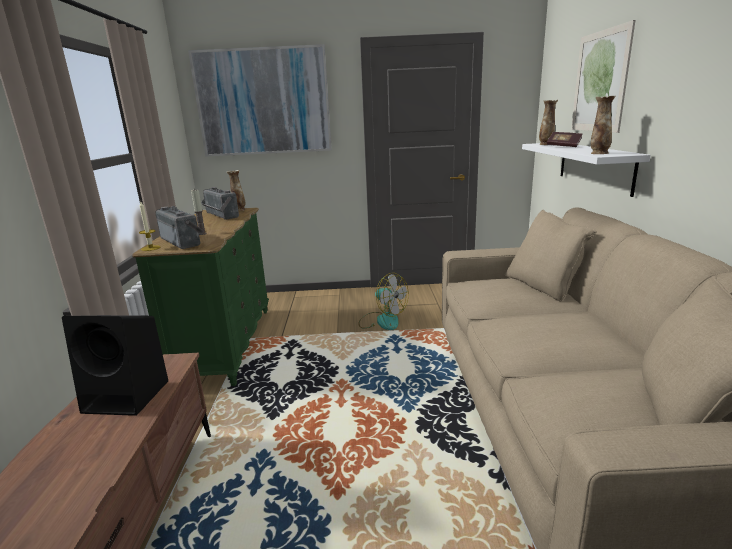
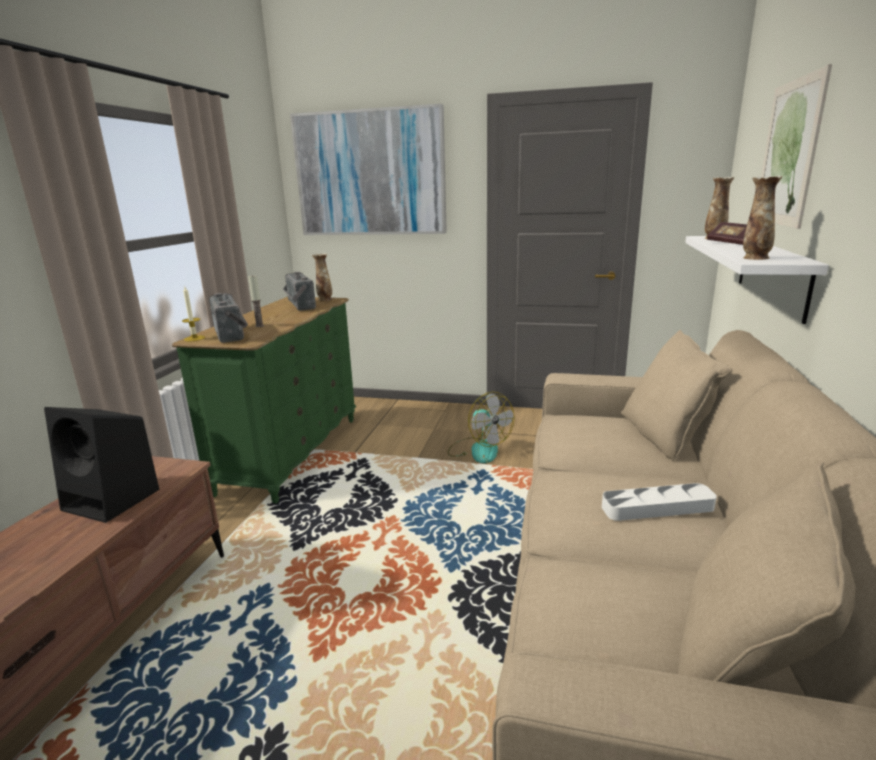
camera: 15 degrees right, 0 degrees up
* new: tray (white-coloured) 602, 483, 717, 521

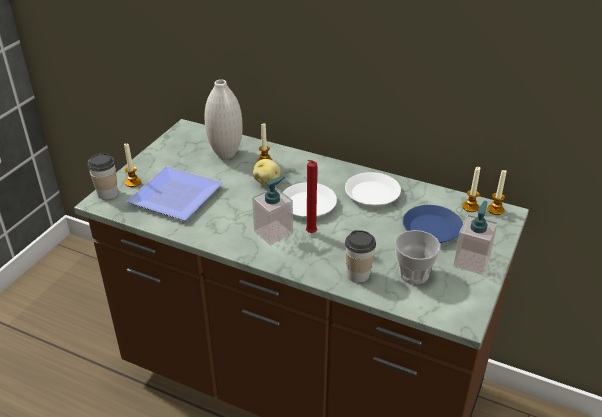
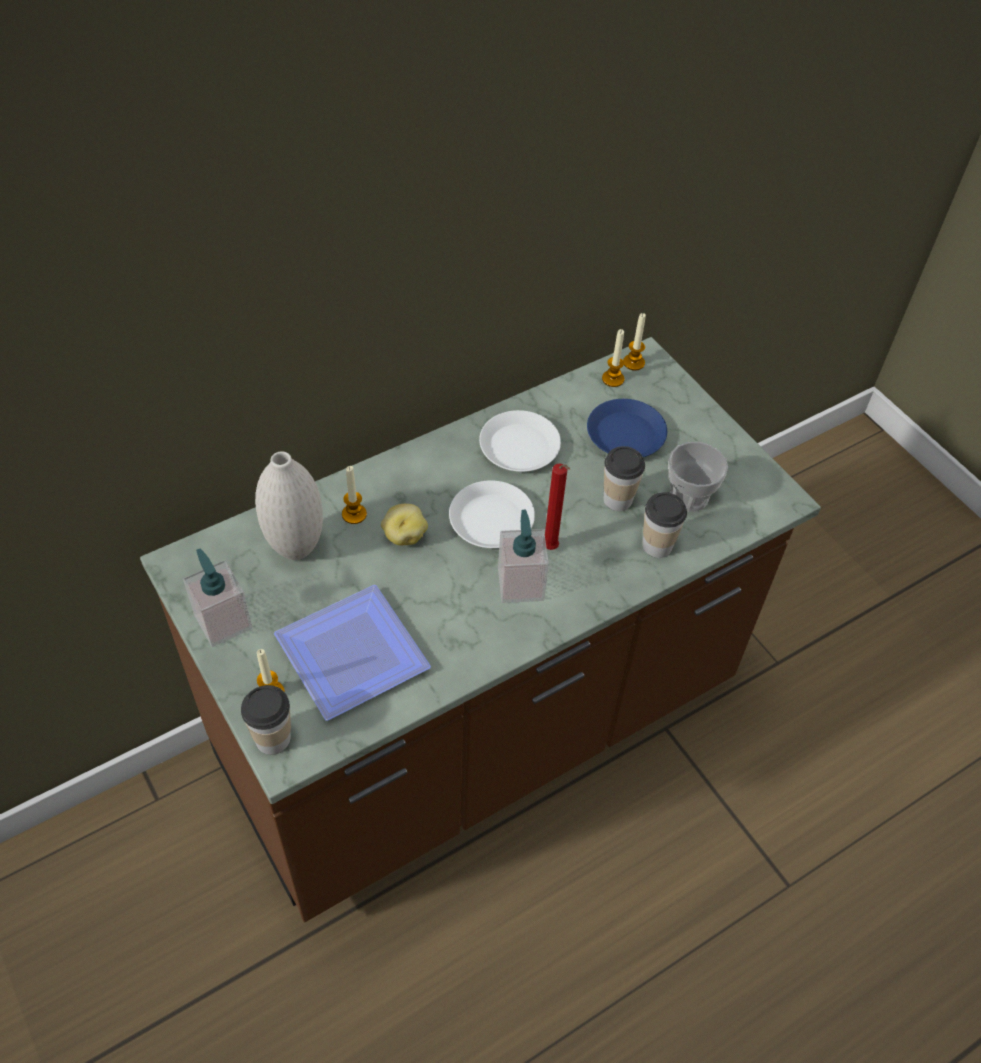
camera: 60 degrees left, 15 degrees up
* shifted: soap bottle 453, 201, 498, 275 to 183, 549, 252, 647
* new: cup 603, 446, 645, 511

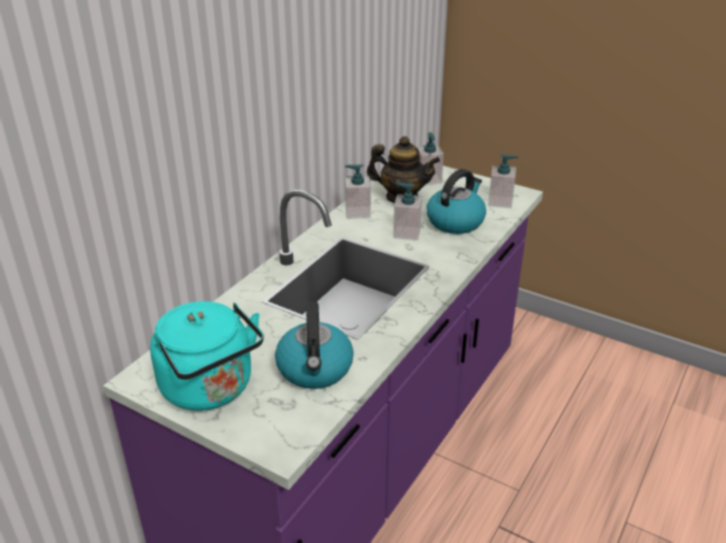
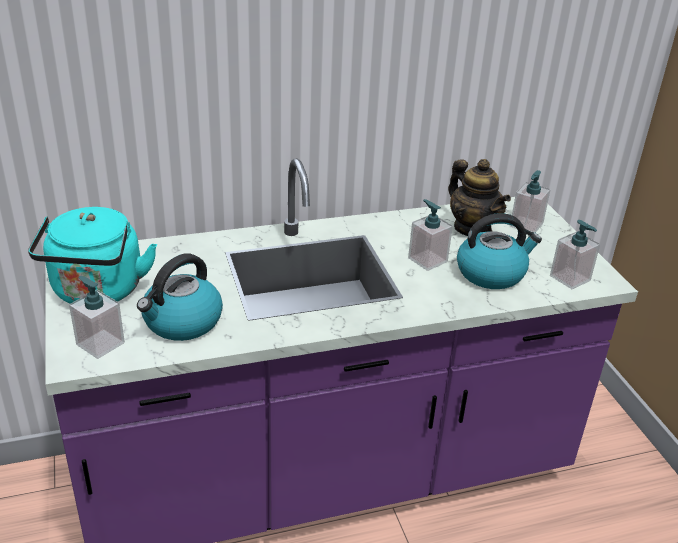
camera: 40 degrees right, 0 degrees up
* shifted: soap bottle 345, 164, 371, 219 to 69, 276, 125, 359

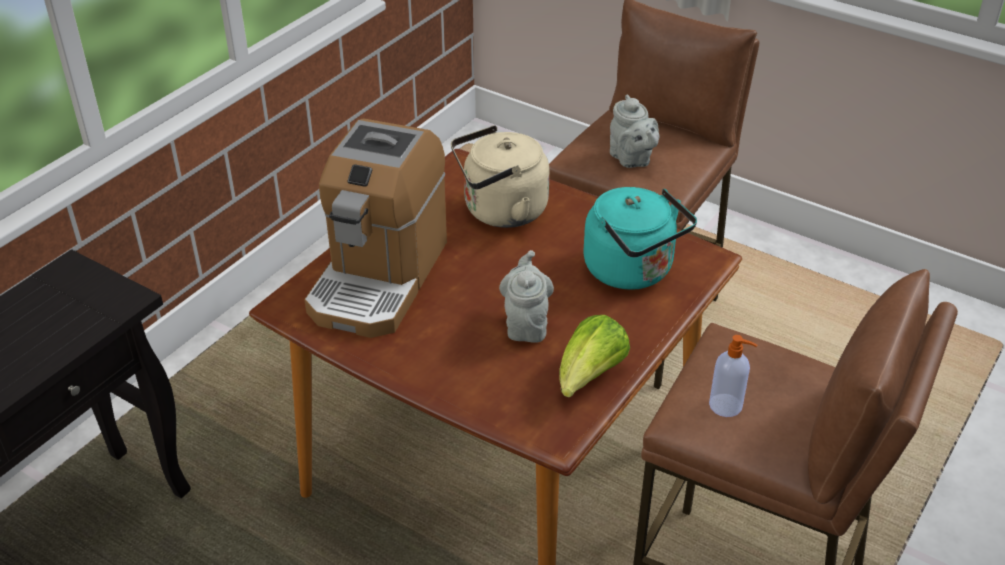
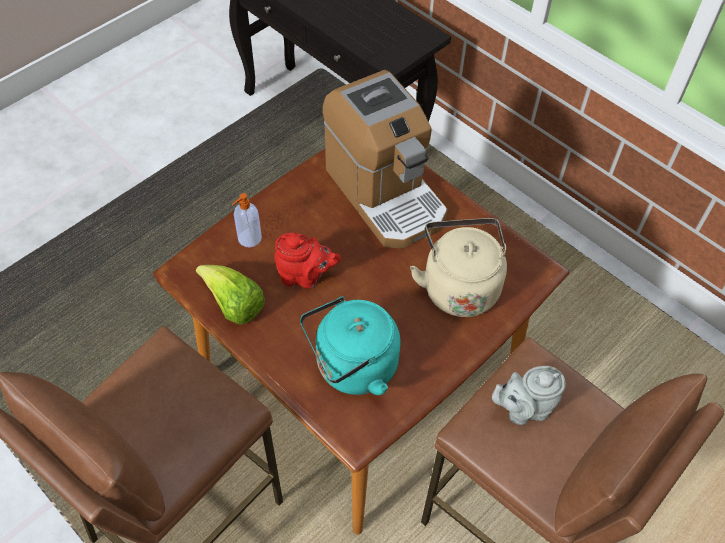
camera: 100 degrees right, 15 degrees up
* rotated: coffee brewer 304, 119, 447, 338 = 323, 70, 448, 249 150 degrees counterclockwise
* repainted: pot for tea (greyish) 499, 250, 554, 343 to pot for tea (reddish) 275, 233, 341, 288
* shifted: soap bottle 709, 335, 757, 417 to 232, 193, 262, 248

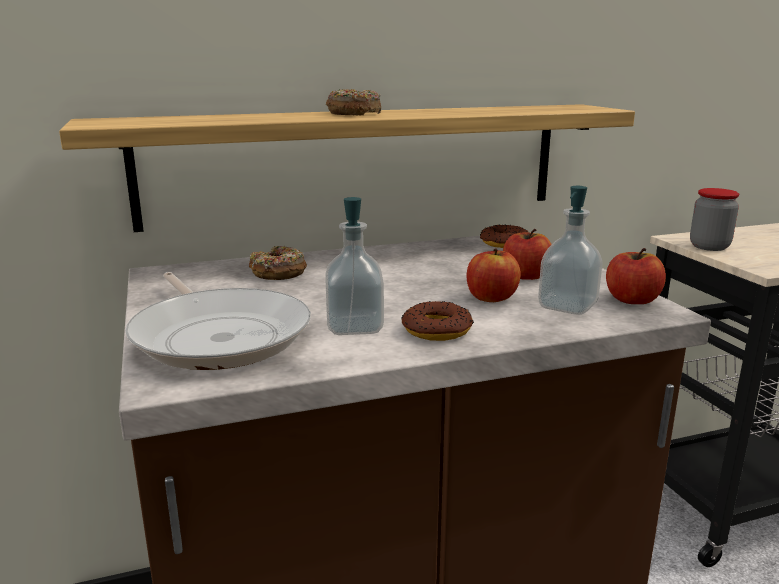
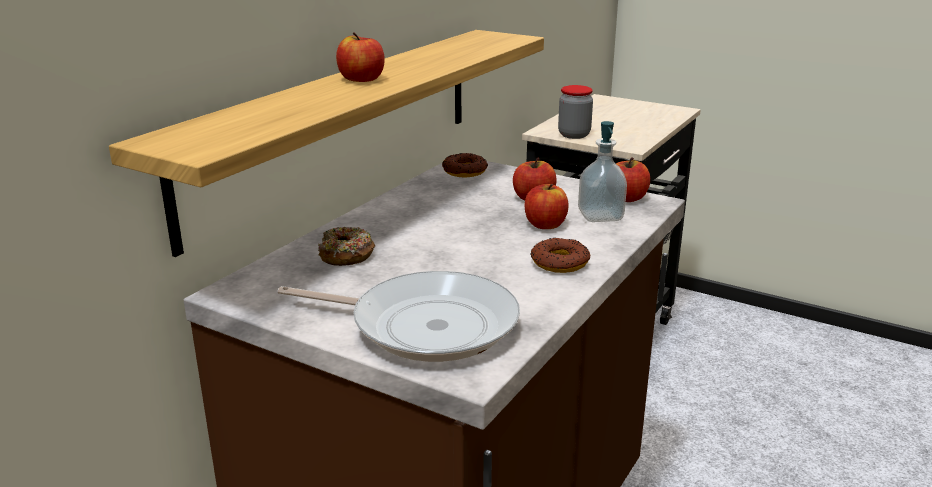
camera: 40 degrees left, 5 degrees up
* gone: soap bottle 325, 197, 384, 335
* swapped: ring doughnut 326, 89, 381, 116 to apple 336, 32, 385, 82

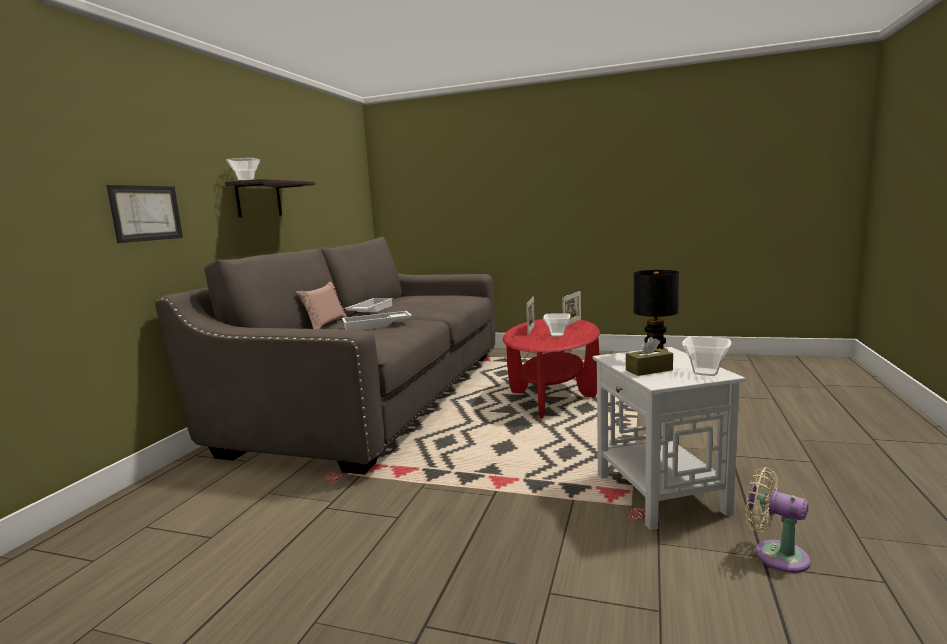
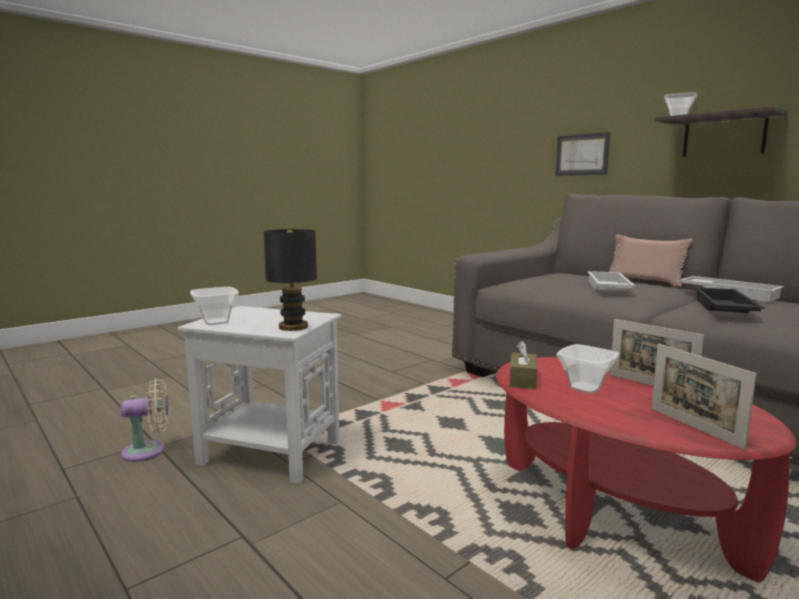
camera: 120 degrees right, 0 degrees up
* shifted: tissue box (brown-coloured) 626, 337, 673, 376 to 509, 341, 537, 389
* new: tray (black) 695, 287, 764, 313

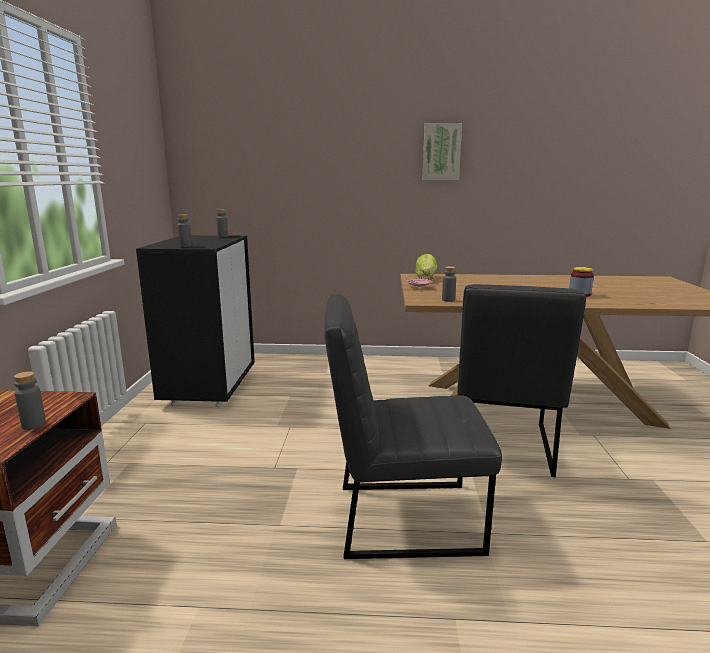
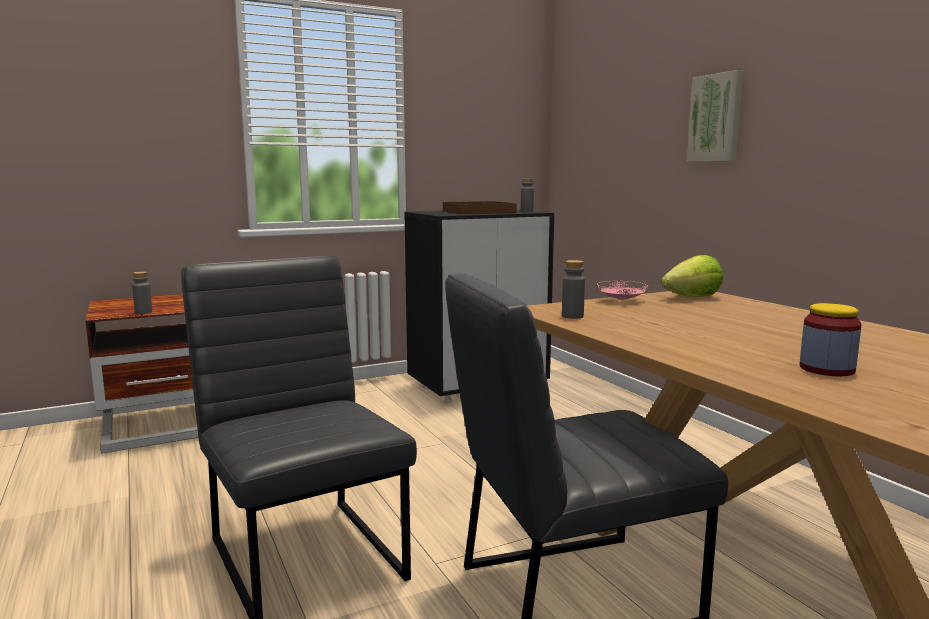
camera: 60 degrees right, 5 degrees down
* gone: drink bottle (greyish) 177, 215, 192, 247
* shifted: wall art 422, 123, 462, 180 to 687, 70, 743, 162
* new: tray (brown-coloured) 443, 201, 517, 214

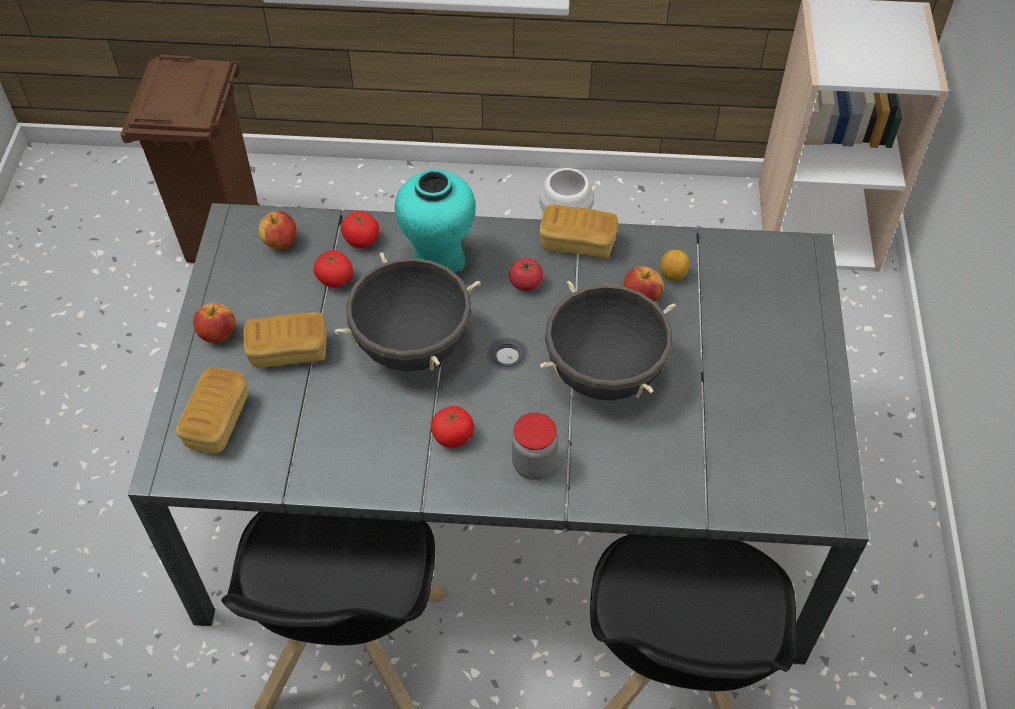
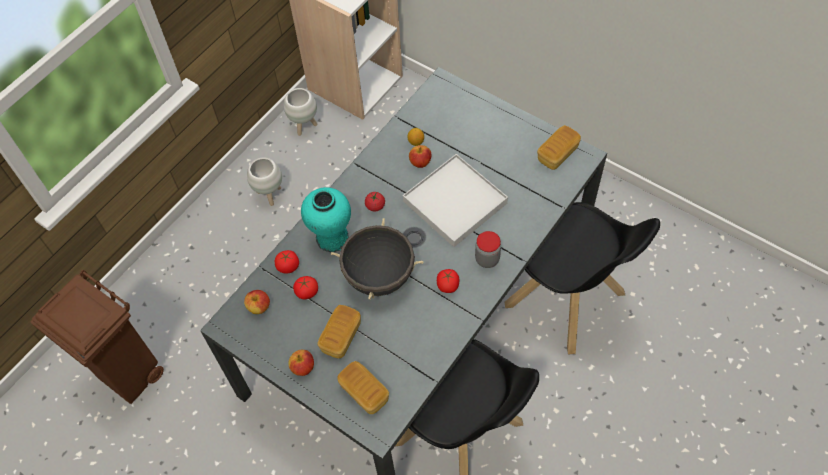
camera: 55 degrees left, 5 degrees up
* shifted: bread 540, 204, 618, 258 to 537, 125, 581, 170
* swapped: stockpot (black) 540, 281, 676, 401 to tray (white-coloured) 403, 154, 508, 247
* new: planter (white-coloured) 284, 88, 317, 136

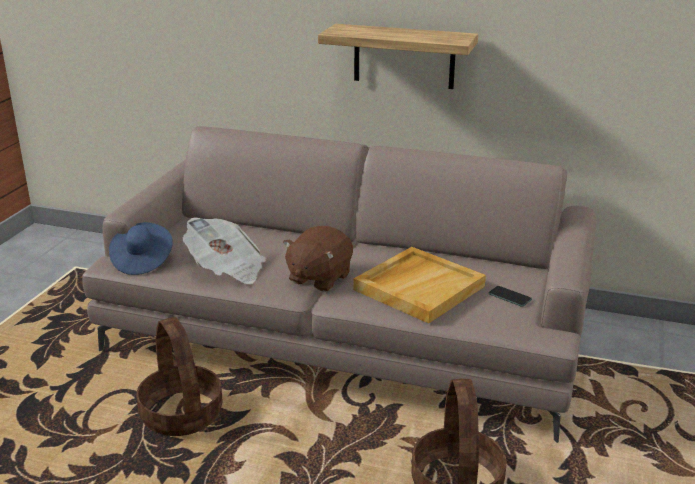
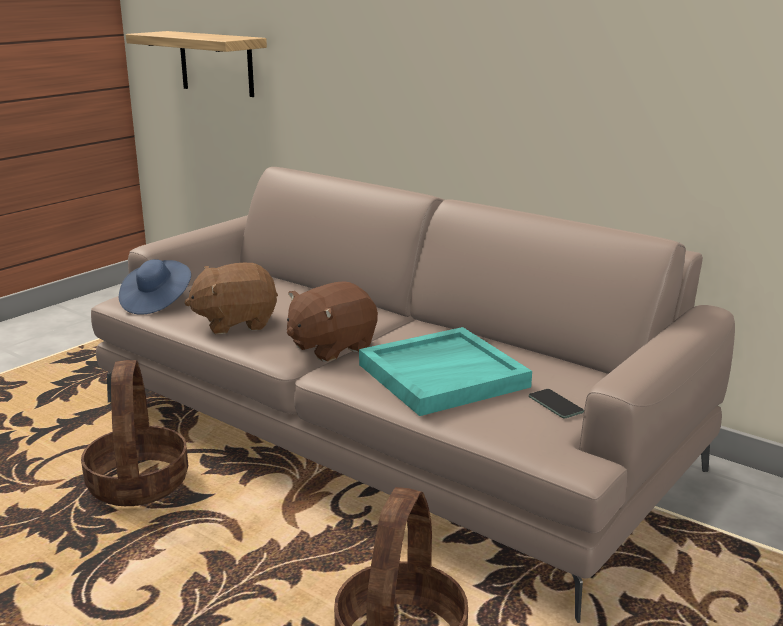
camera: 20 degrees right, 5 degrees down
* swapped: daily paper 182, 217, 266, 284 to plush toy (brown-coloured) 184, 263, 278, 334
* shifted: wall shelf 318, 24, 478, 89 to 126, 31, 267, 97
* repainted: tray (sand-coloured) 354, 247, 486, 324 to tray (turquoise-coloured) 359, 327, 532, 416

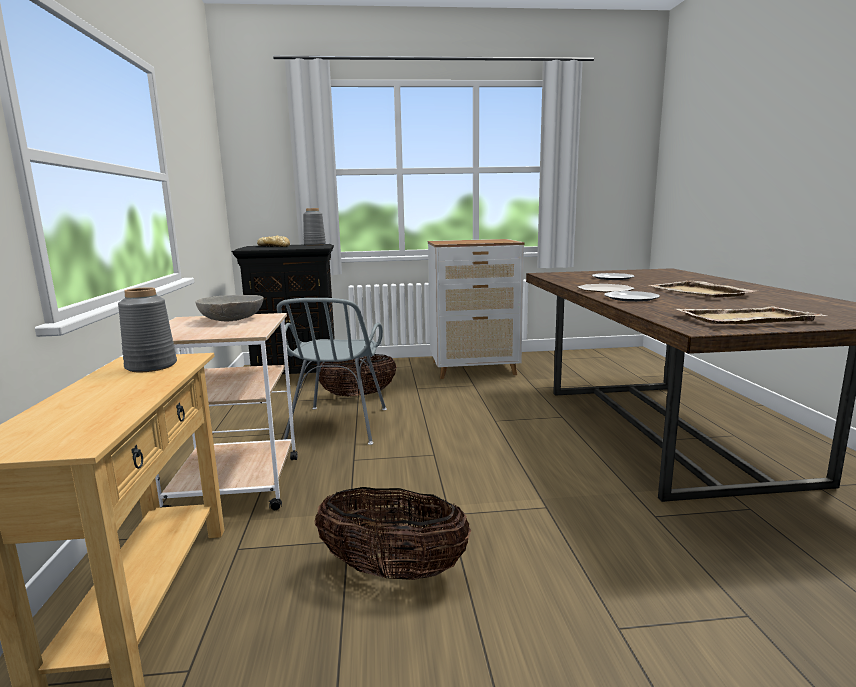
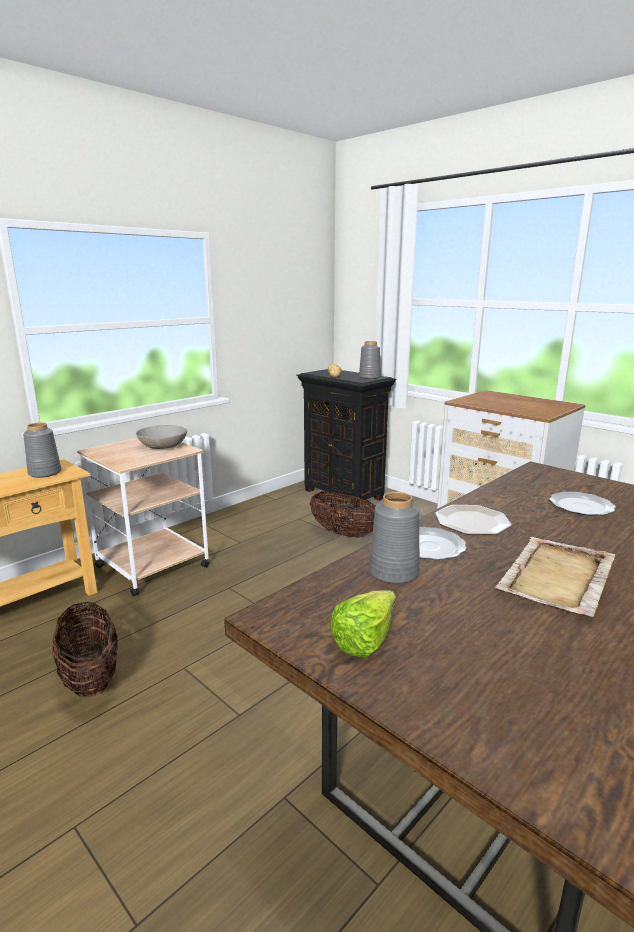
camera: 50 degrees right, 5 degrees up
* gone: plain chair (greyish) 277, 298, 387, 445
* swapped: tray (sand-coloured) 676, 306, 827, 324 to lettuce head 330, 590, 396, 658
* new: flower vase (greyish) 369, 492, 420, 584

